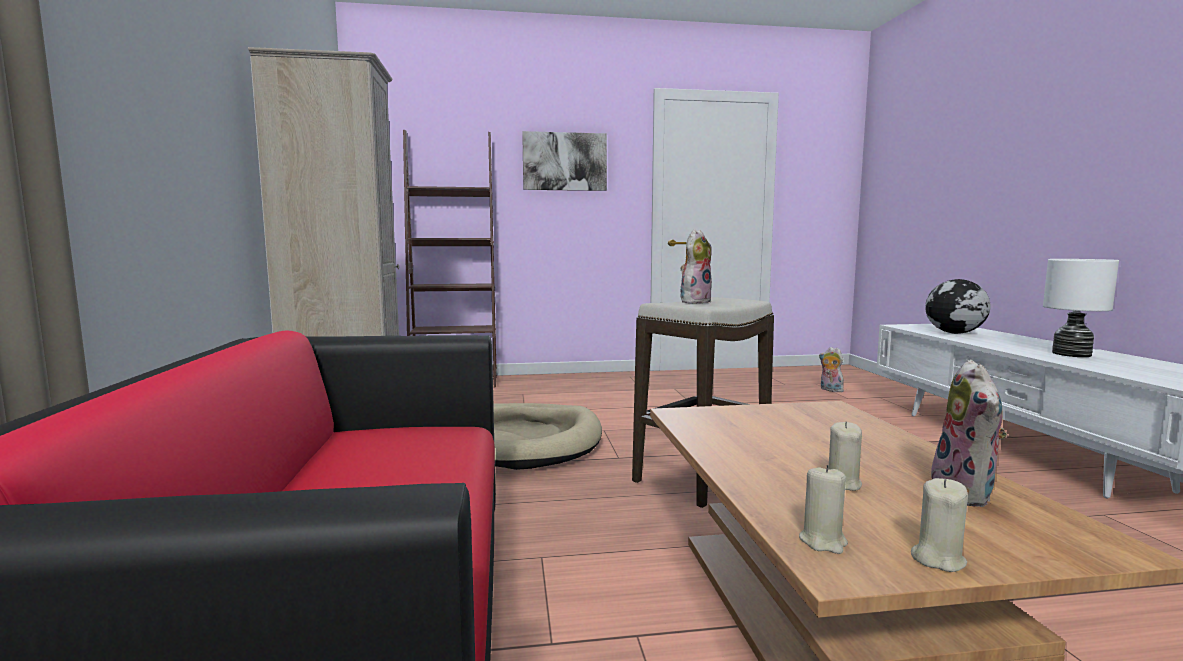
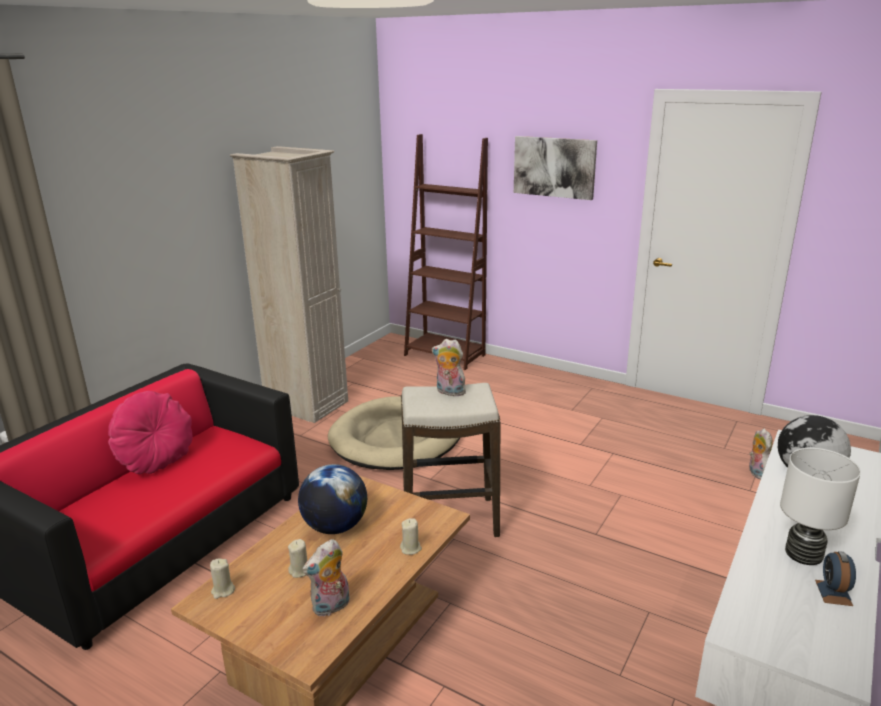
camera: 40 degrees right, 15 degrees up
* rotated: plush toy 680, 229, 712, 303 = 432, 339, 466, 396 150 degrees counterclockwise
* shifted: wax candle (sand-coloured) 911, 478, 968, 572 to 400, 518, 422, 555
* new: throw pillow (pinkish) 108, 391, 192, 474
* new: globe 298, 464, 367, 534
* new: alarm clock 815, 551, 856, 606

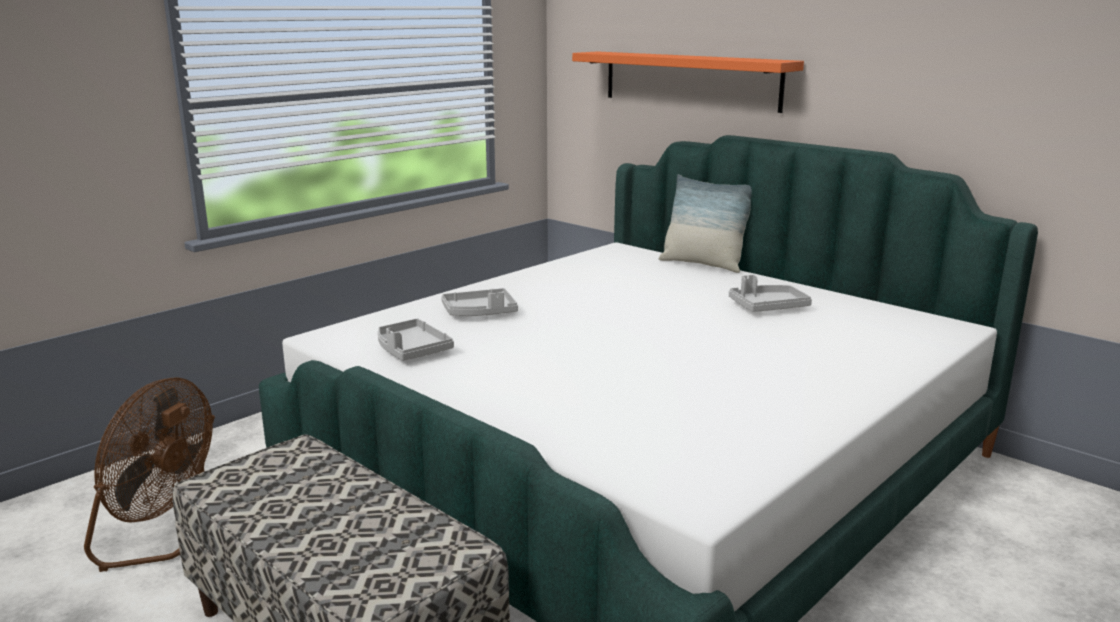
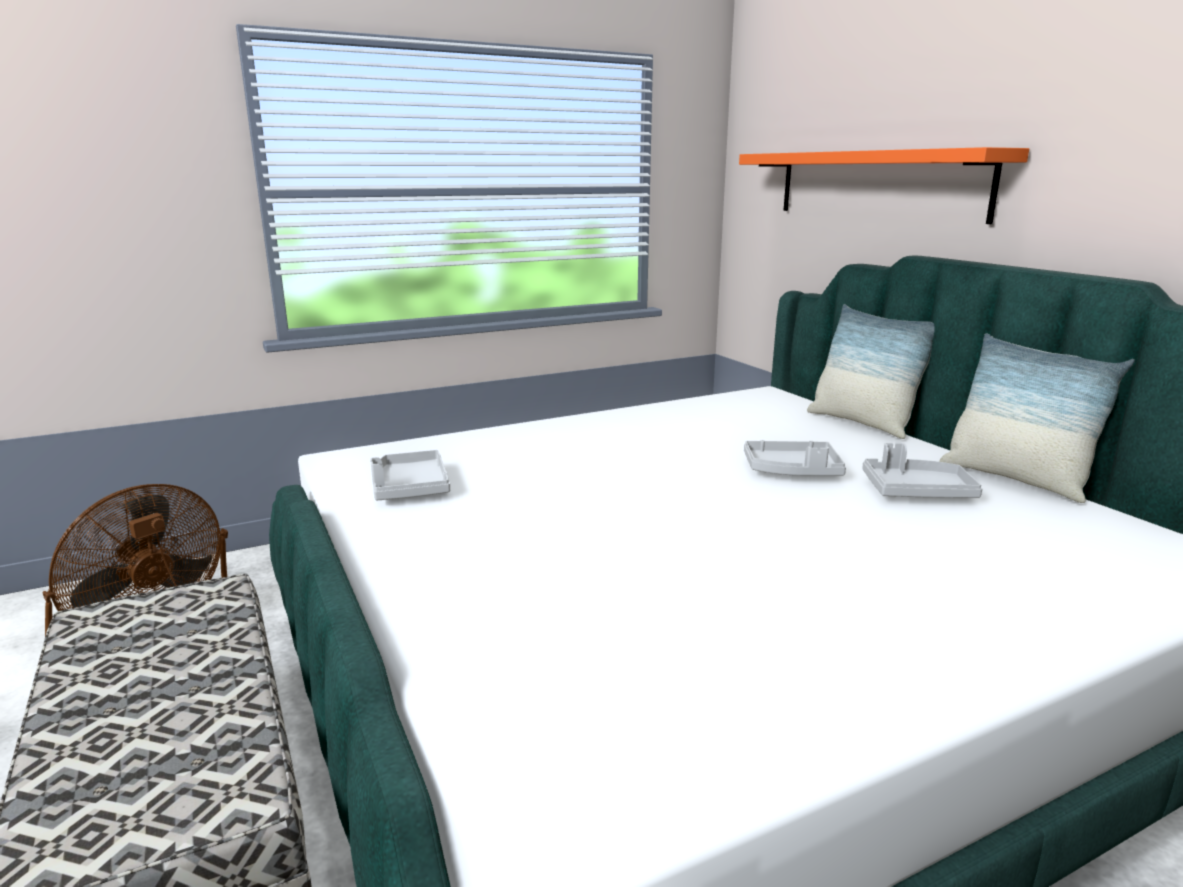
camera: 20 degrees right, 0 degrees up
* shifted: tray (greyish) 441, 288, 518, 316 to 744, 440, 846, 476
* new: throw pillow 939, 333, 1135, 503

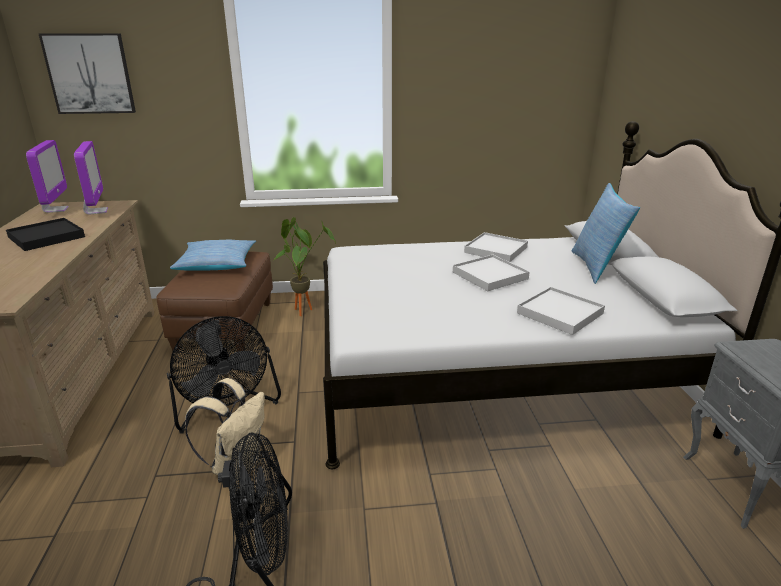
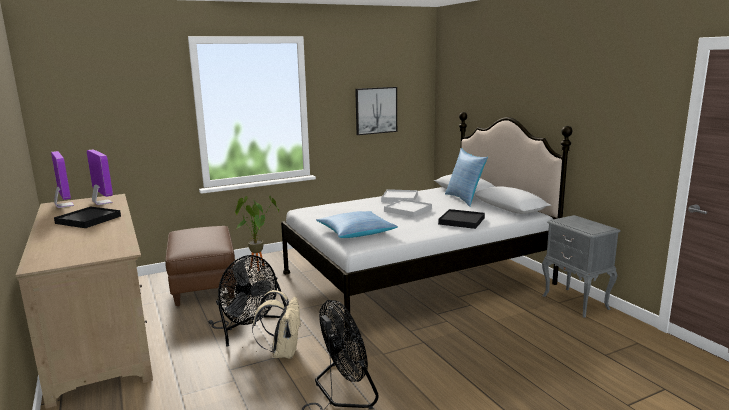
camera: 20 degrees left, 10 degrees down
* shifted: wall art 39, 33, 136, 114 to 355, 87, 397, 135
* shifted: throw pillow 170, 240, 256, 271 to 316, 211, 398, 238
* repainted: tray (white-coloured) 517, 287, 605, 335 to tray (black) 438, 209, 485, 229

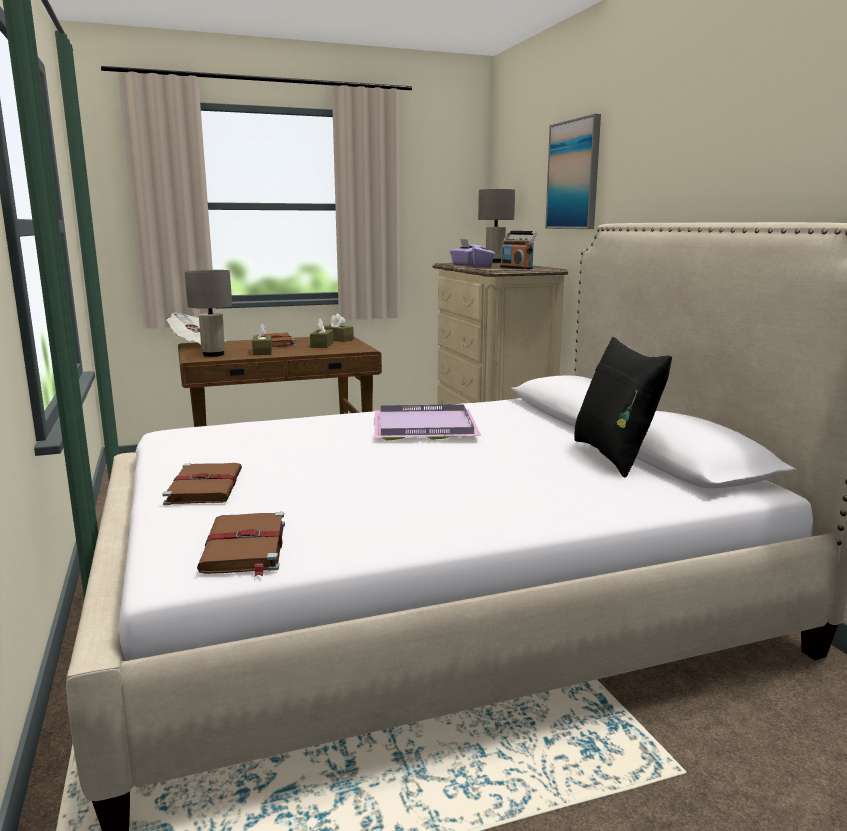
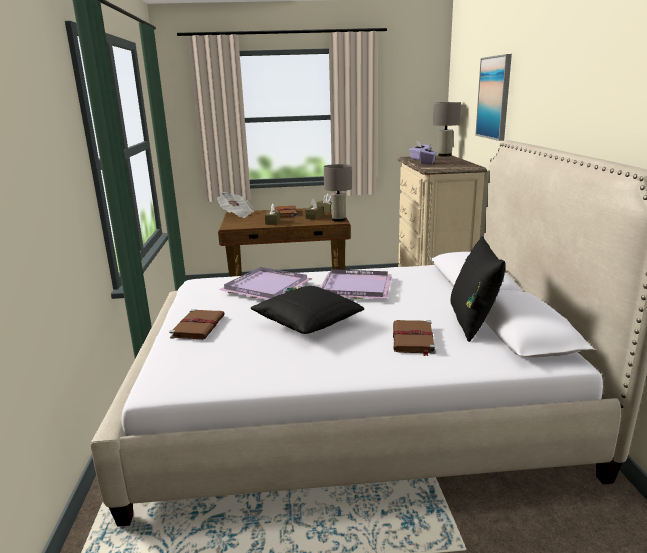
camera: 15 degrees right, 5 degrees up
* shifted: tabletop lamp (greyish) 185, 270, 232, 357 to 324, 164, 352, 222
* shifted: bound book (brown-coloured) 197, 512, 285, 577 to 393, 320, 436, 356
* gone: radio set 500, 231, 537, 269
* new: tray (purple) 219, 267, 313, 300
* new: throw pillow (black) 251, 286, 364, 334

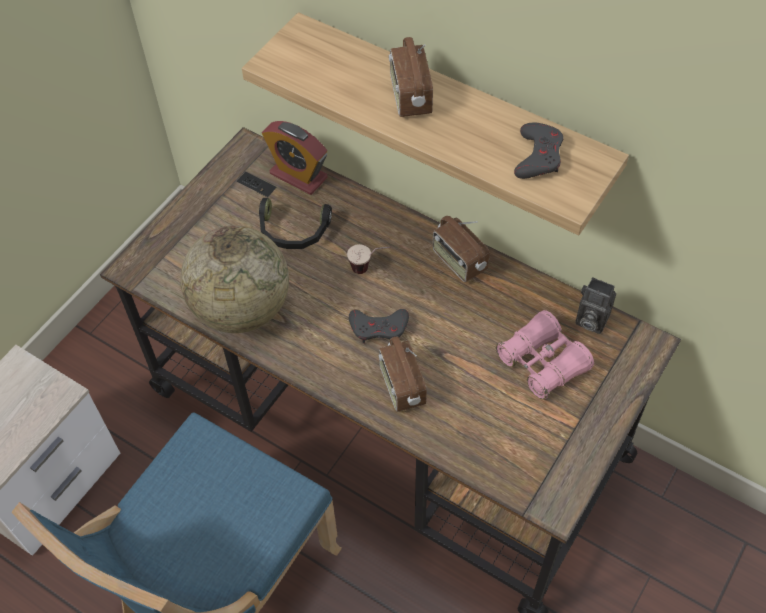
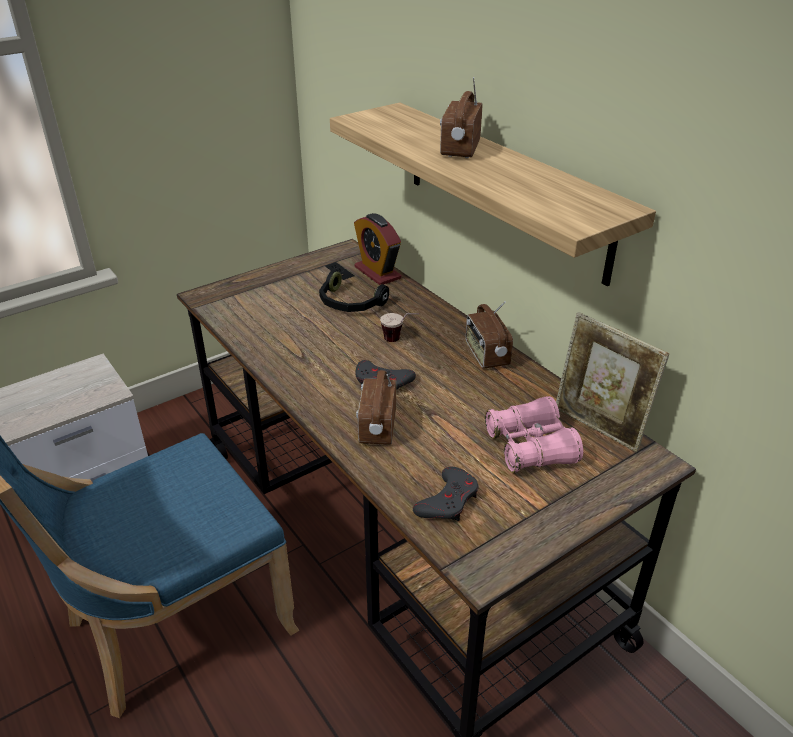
camera: 20 degrees right, 20 degrees down
* gone: globe 180, 225, 289, 333
* shifted: gamepad (greyish) 514, 122, 564, 179 to 413, 467, 479, 521
* swapped: photo camera 575, 277, 616, 334 to standing frame 556, 312, 669, 452

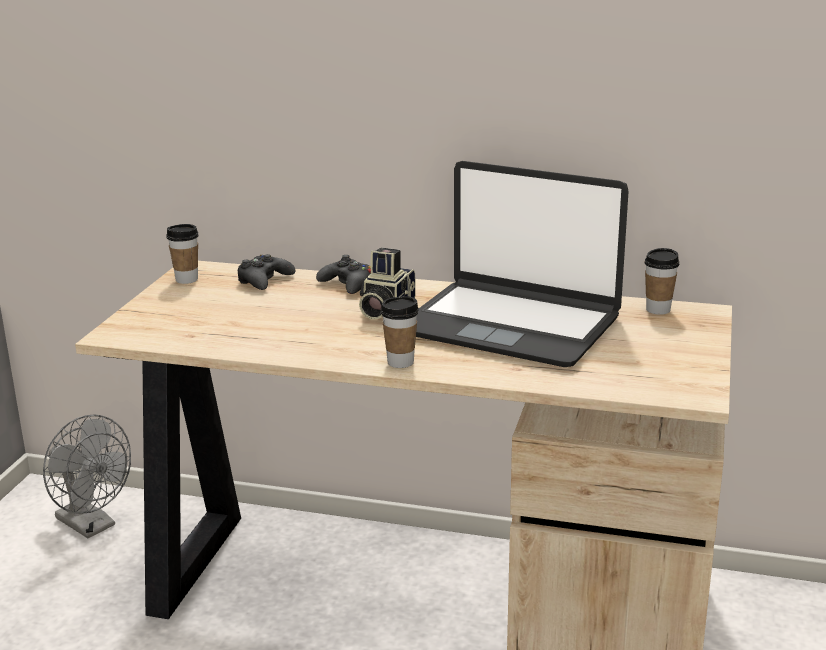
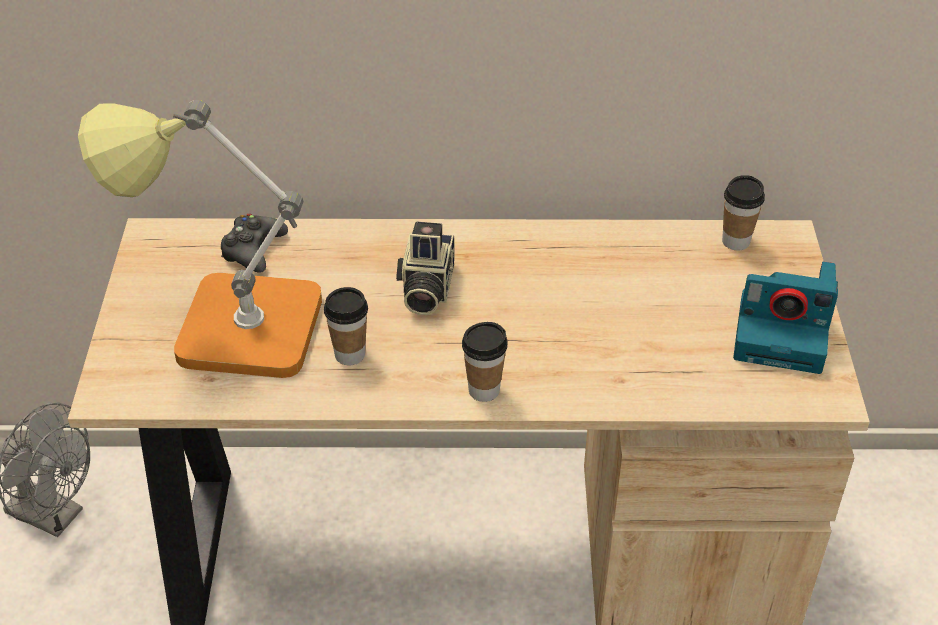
camera: 15 degrees left, 20 degrees up
* shifted: cup 166, 224, 199, 284 to 324, 287, 368, 365
* gone: gamepad (black) 316, 255, 371, 294
* gone: notebook computer 416, 161, 629, 367
* new: tabletop lamp 78, 100, 322, 378
* new: photo camera 733, 262, 838, 374

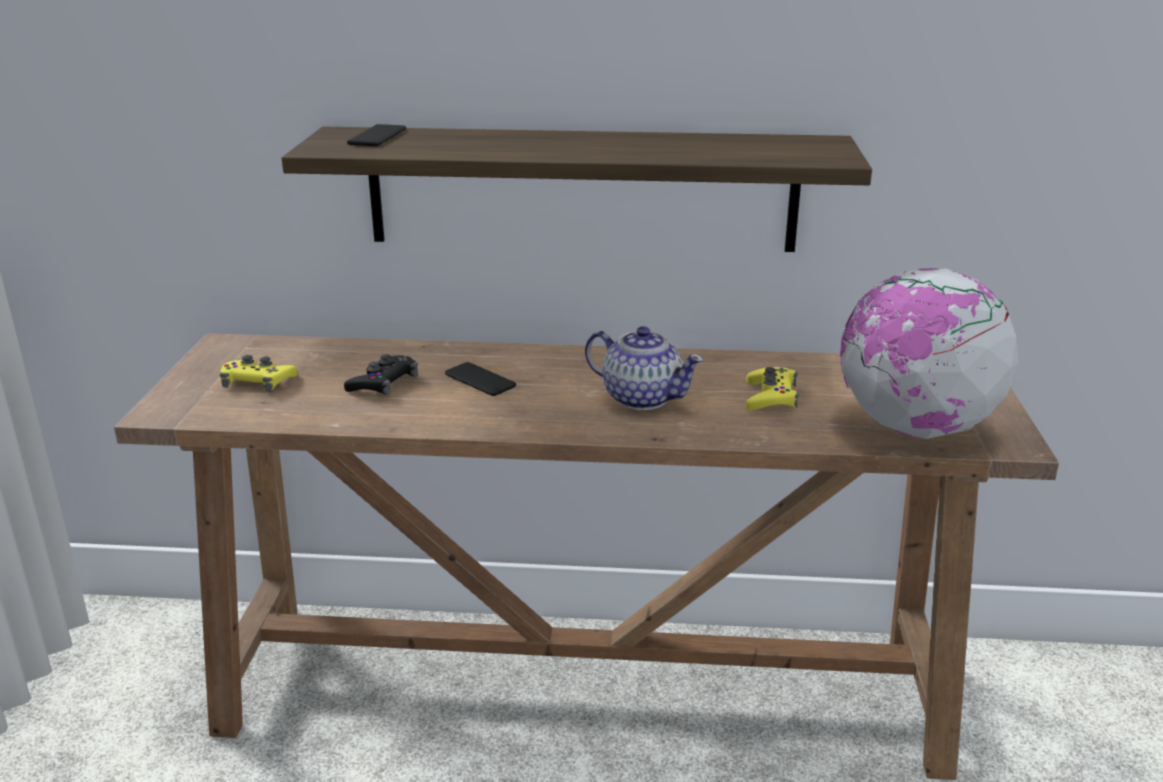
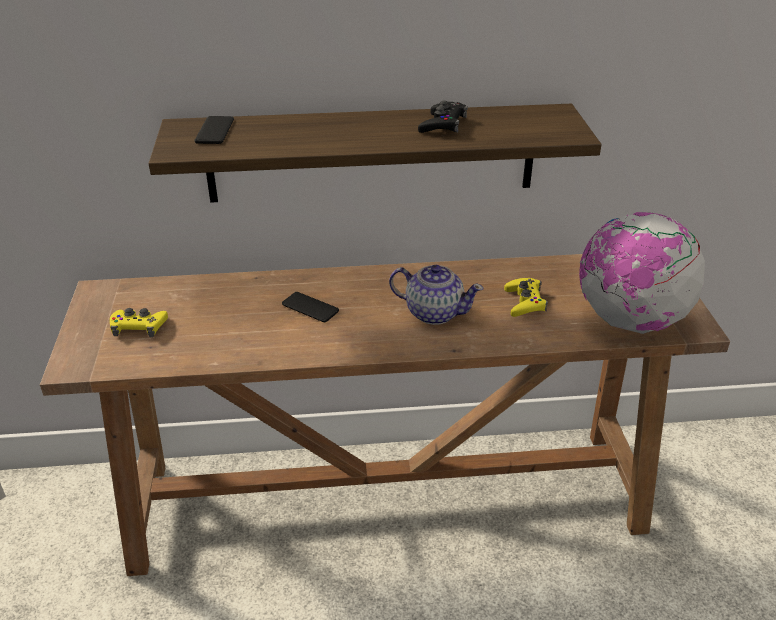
camera: 10 degrees left, 10 degrees up
* shifted: gamepad (black) 344, 354, 418, 395 to 418, 101, 468, 133

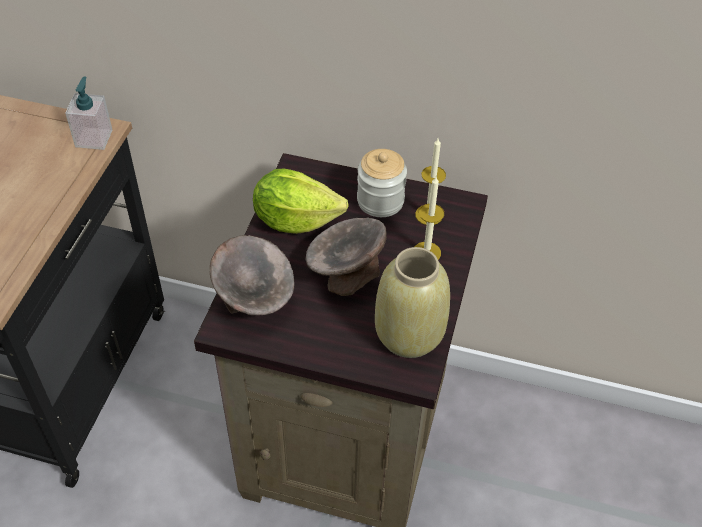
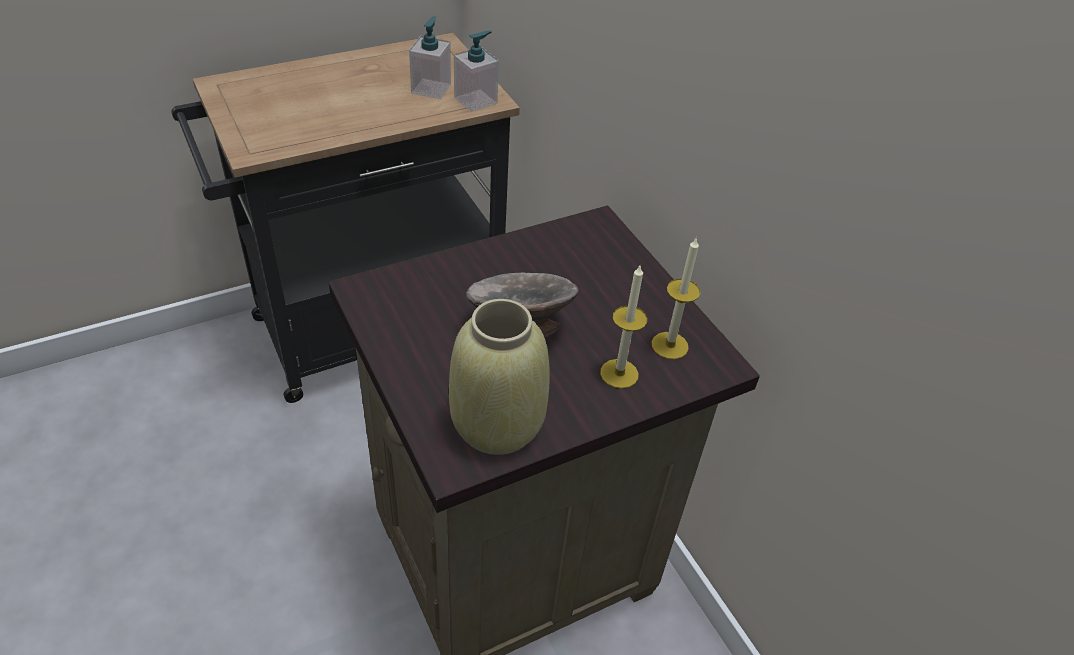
camera: 45 degrees right, 5 degrees down
* gone: bowl (greyish) 210, 235, 295, 315
* gone: lettuce head 253, 169, 349, 234
* gone: storage jar 357, 149, 407, 217
* new: soap bottle 409, 16, 451, 99

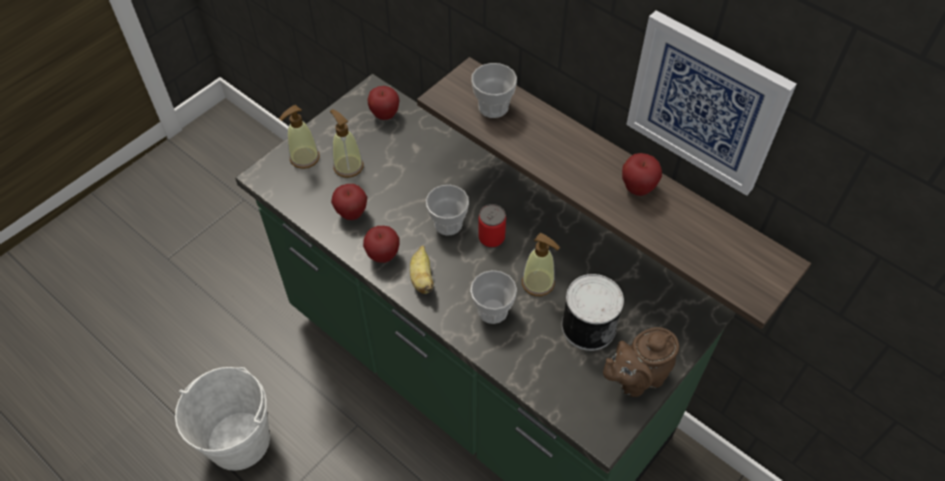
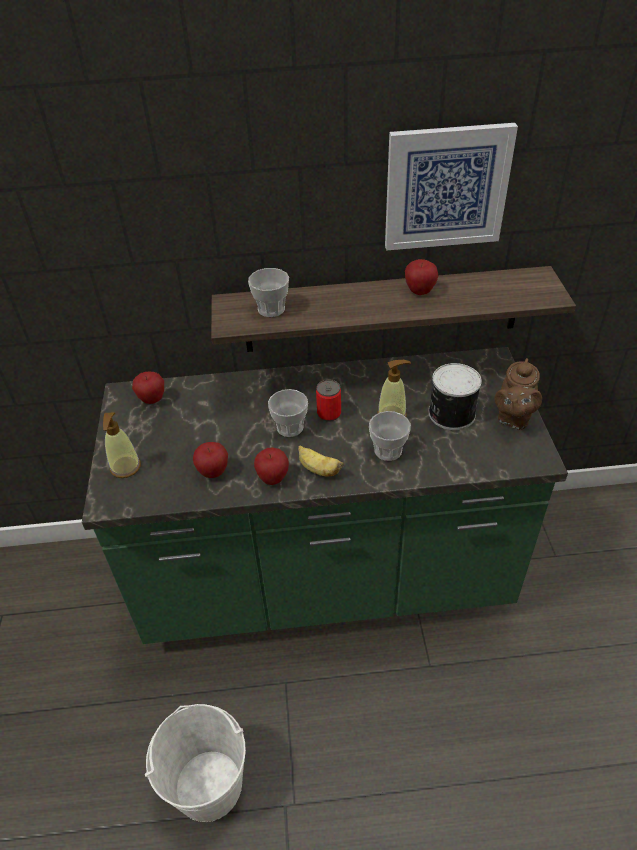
camera: 45 degrees left, 10 degrees down
* gone: soap bottle 330, 109, 363, 178

